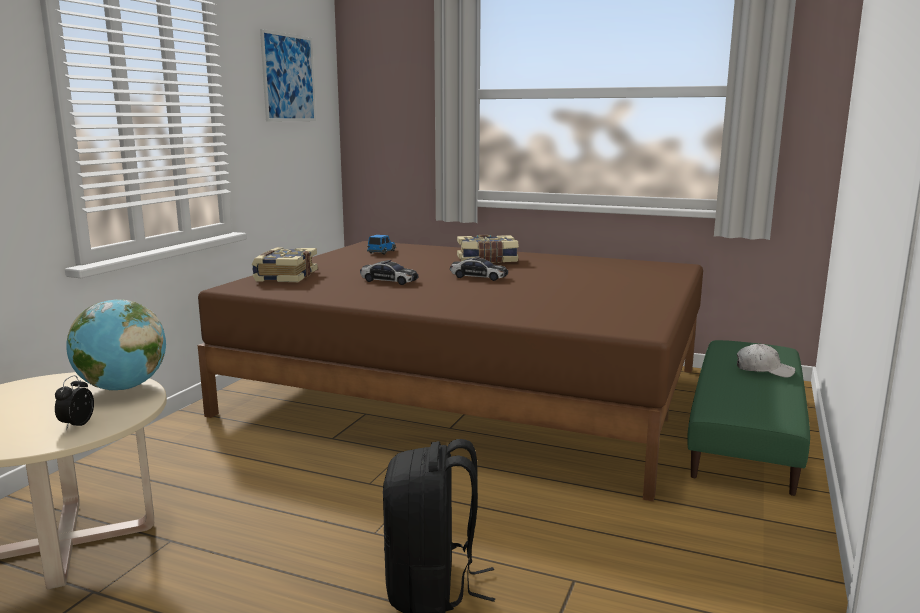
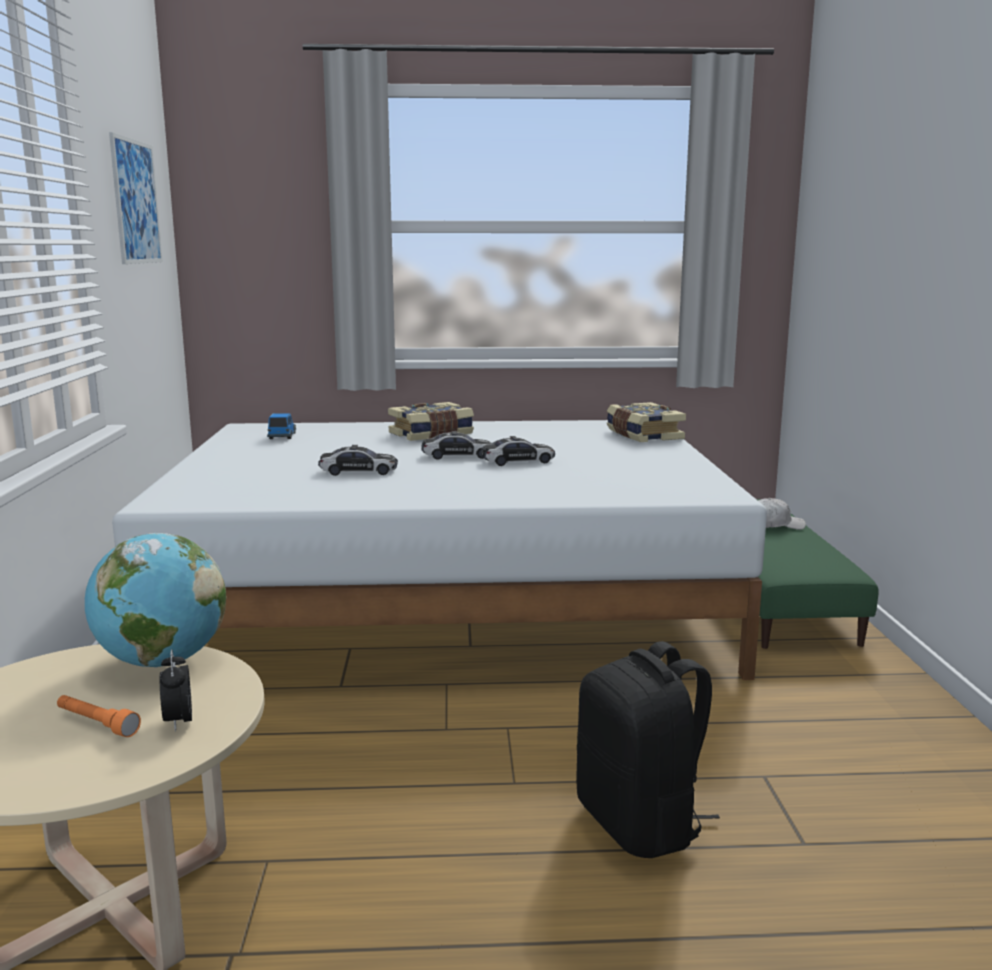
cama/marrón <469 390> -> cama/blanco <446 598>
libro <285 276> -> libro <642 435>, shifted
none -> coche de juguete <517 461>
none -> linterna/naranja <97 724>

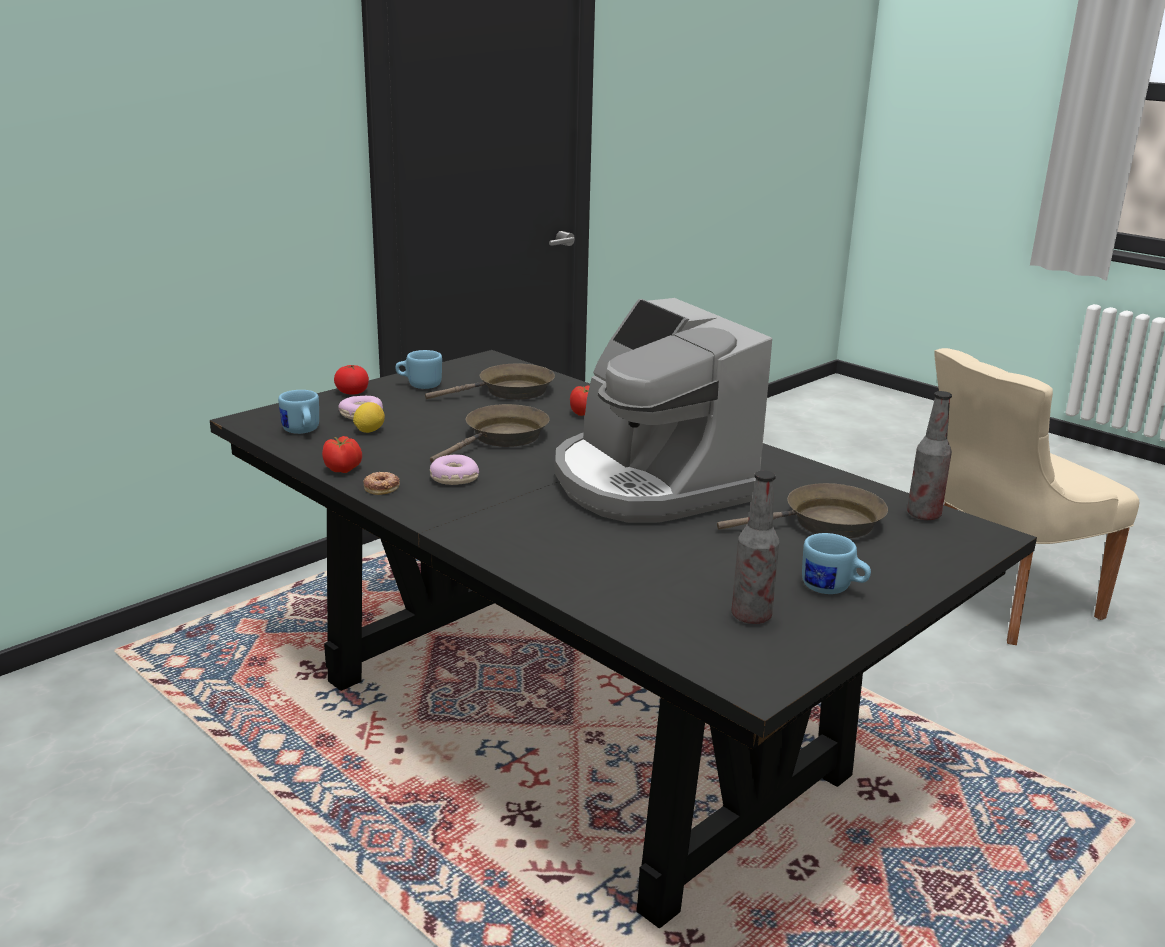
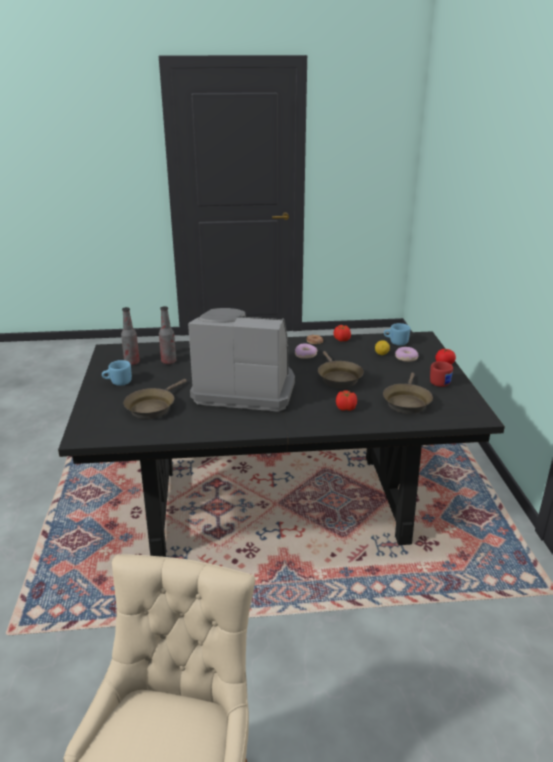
taza grande/azul <419 385> -> taza grande/rojo <441 382>
botella <923 515> -> botella <168 362>, shifted

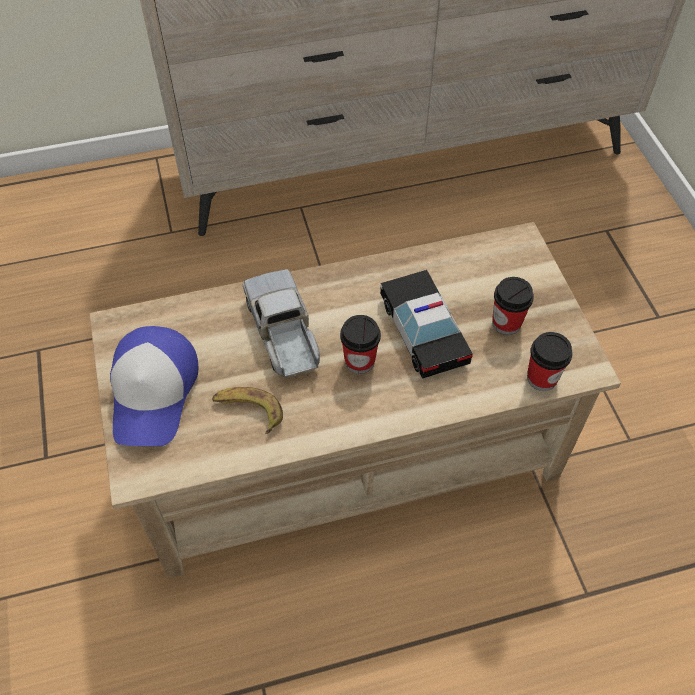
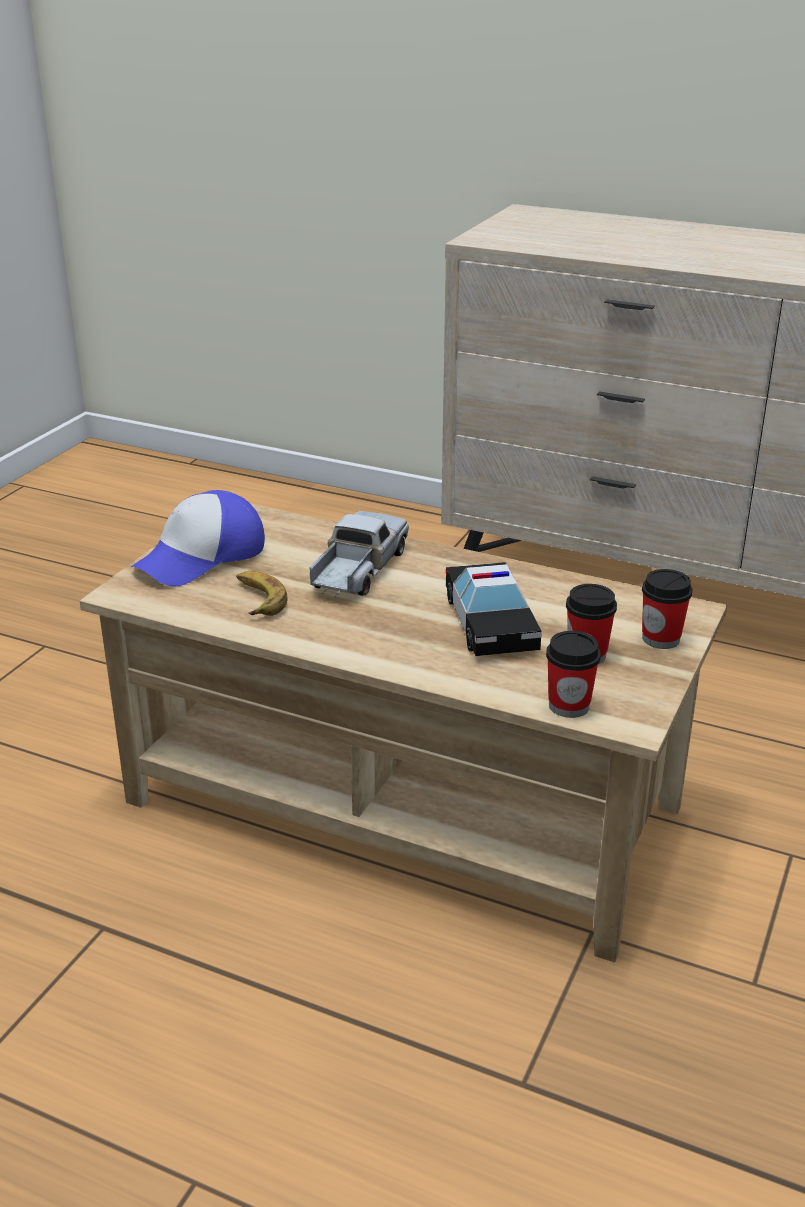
coche de juguete <423 331> -> coche de juguete <490 623>, 150 degrees clockwise
taza <359 361> -> taza <661 639>, shifted

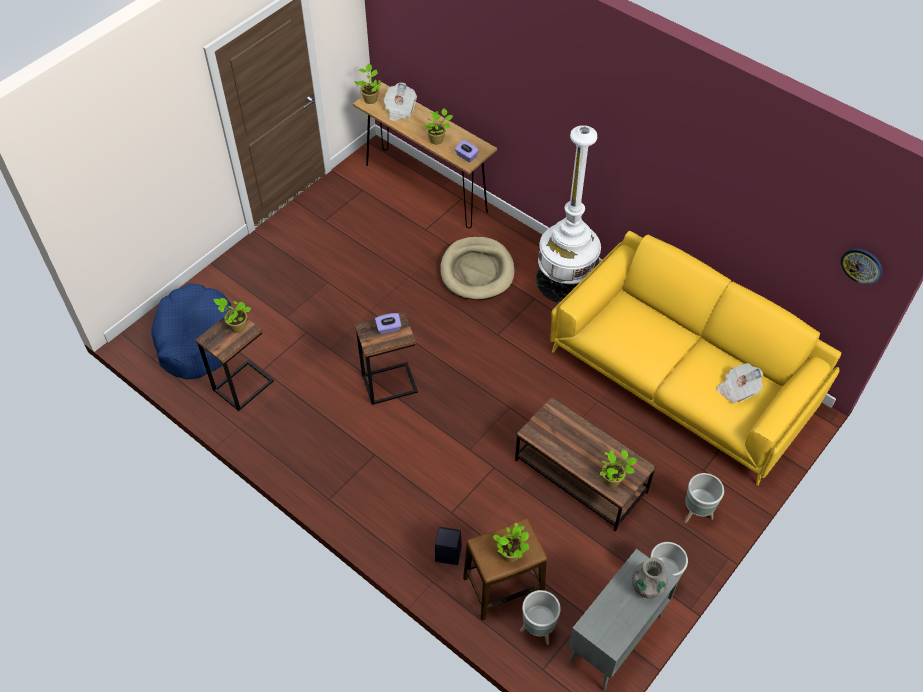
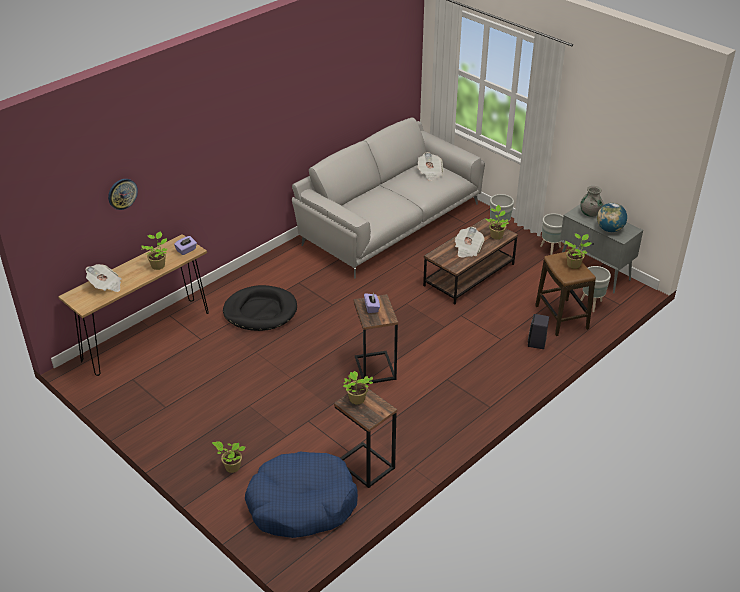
planta en maceta <370 99> -> planta en maceta <231 467>, shifted
lámpara de pie/blanco <566 280> -> none
sofá/amarillo <682 380> -> sofá/gris <389 222>
cama para perro/beis <477 271> -> cama para perro/negro <260 311>
reloj de pared <861 265> -> reloj de pared <122 193>, shifted
none -> globo terráqueo <609 229>
none -> periódico <467 249>

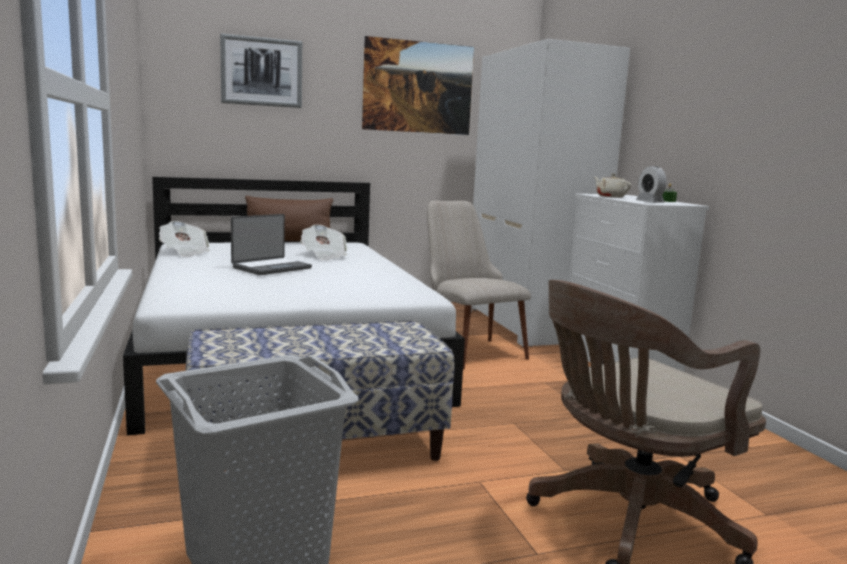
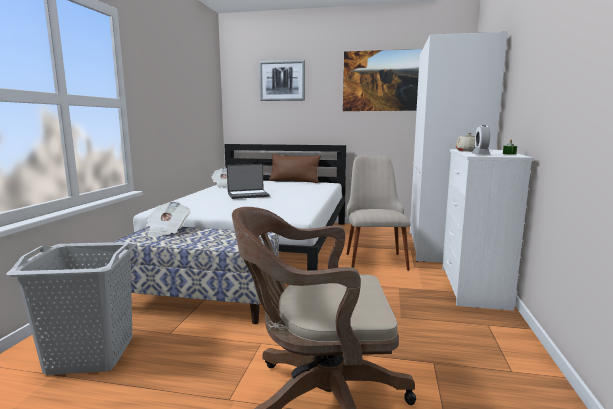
periódico <324 255> -> periódico <167 231>, shifted

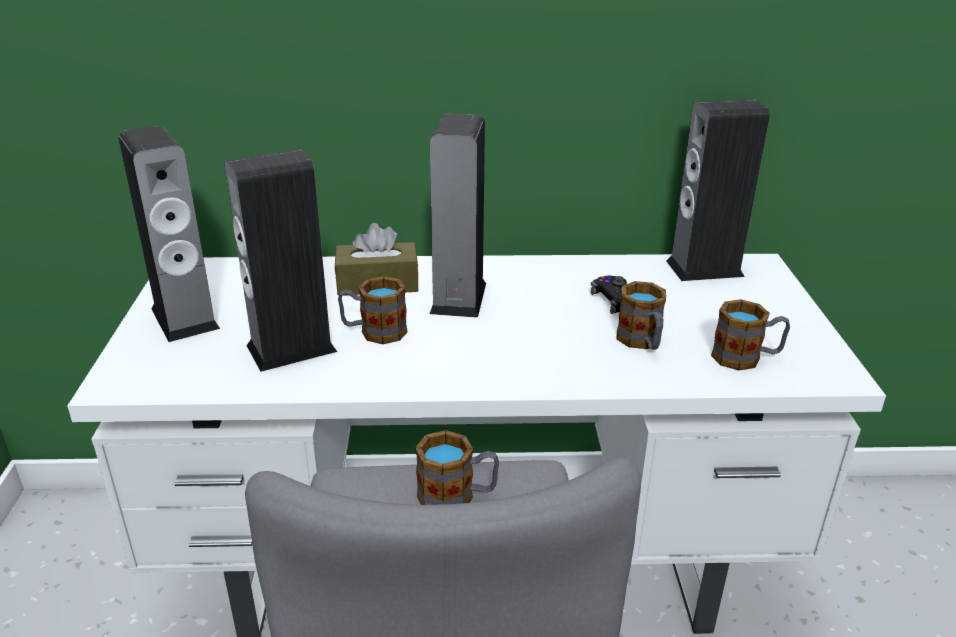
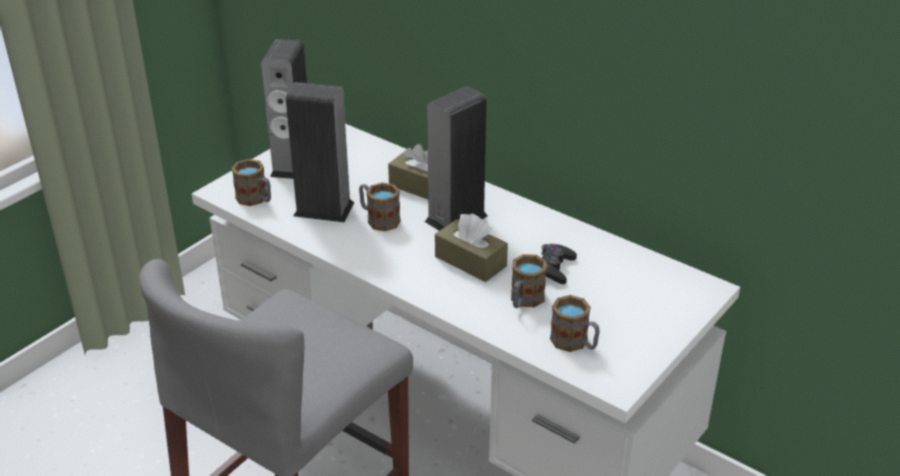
altavoz <704 268> -> none
taza grande <457 497> -> taza grande <256 199>, shifted
none -> caja de pañuelos/marrón <470 261>

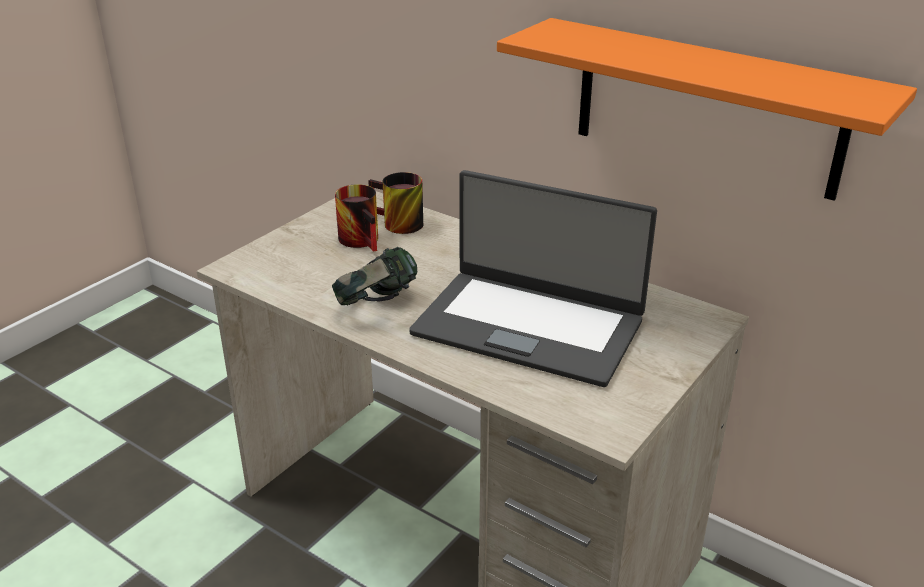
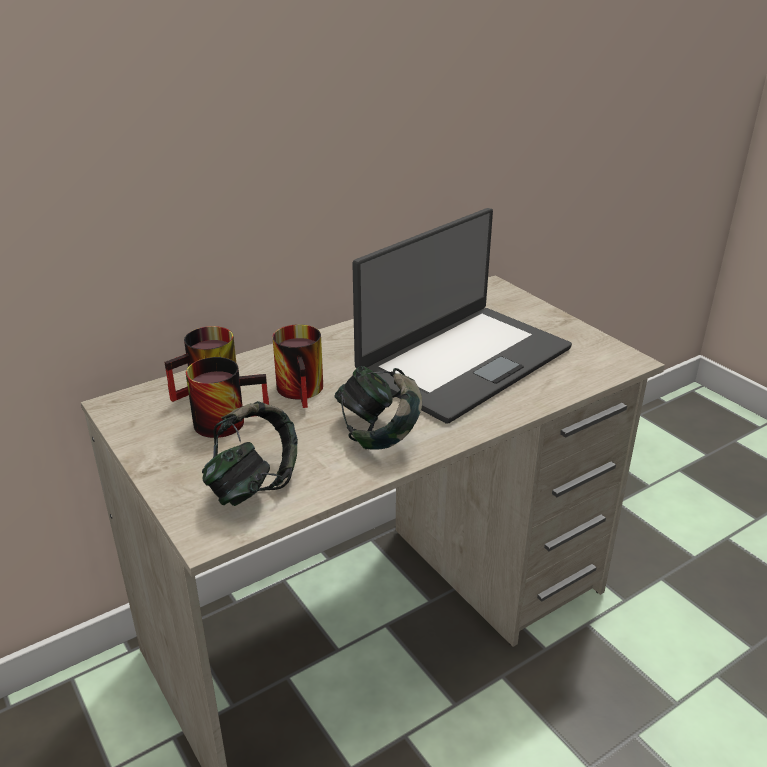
estante/naranja <706 108> -> none
none -> taza grande <305 391>
none -> auriculares <253 485>

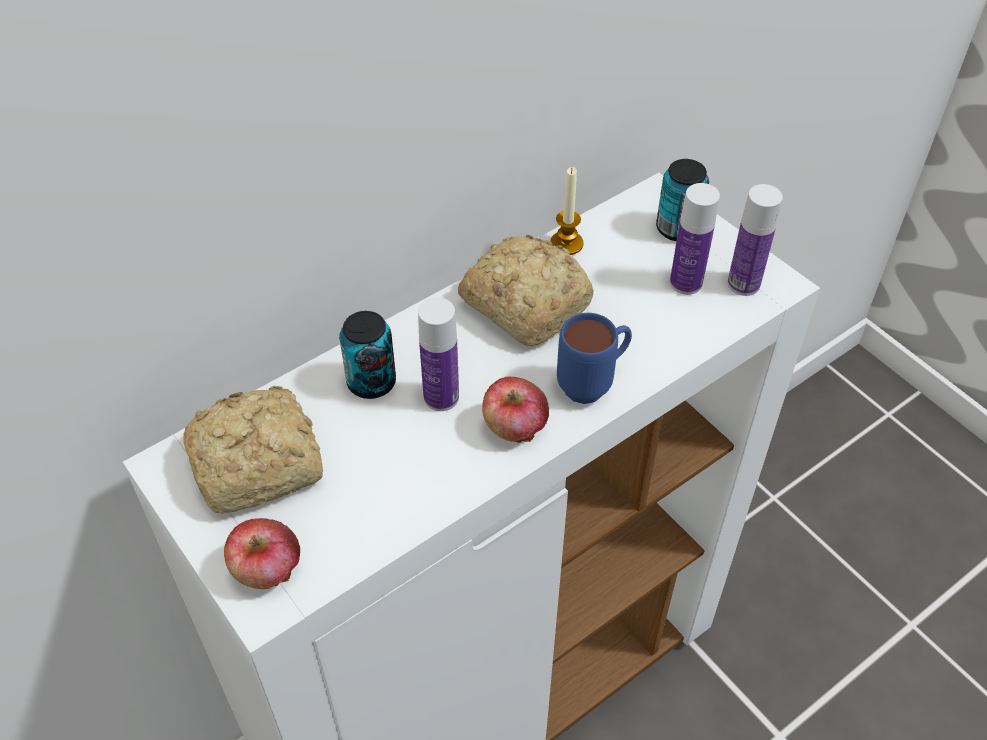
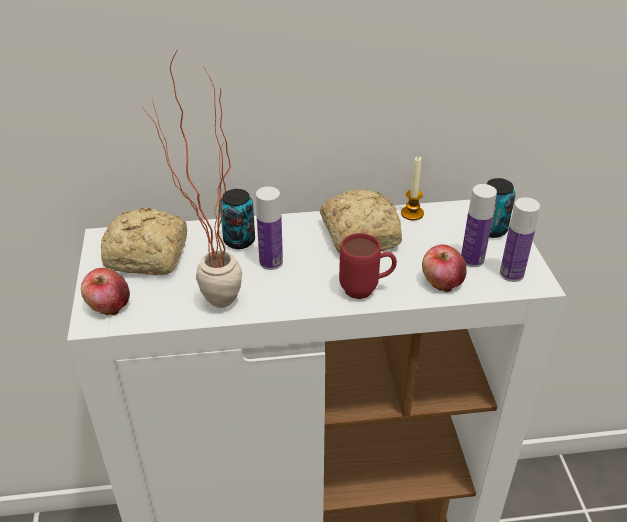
taza grande/azul <593 384> -> taza grande/rojo <366 290>
manzana <514 427> -> manzana <441 282>, shifted
none -> planta en maceta <207 303>

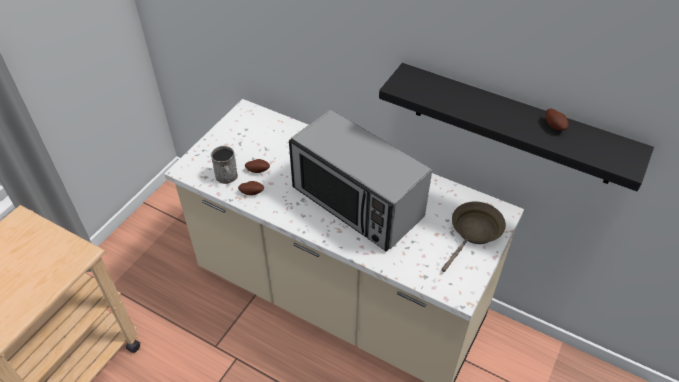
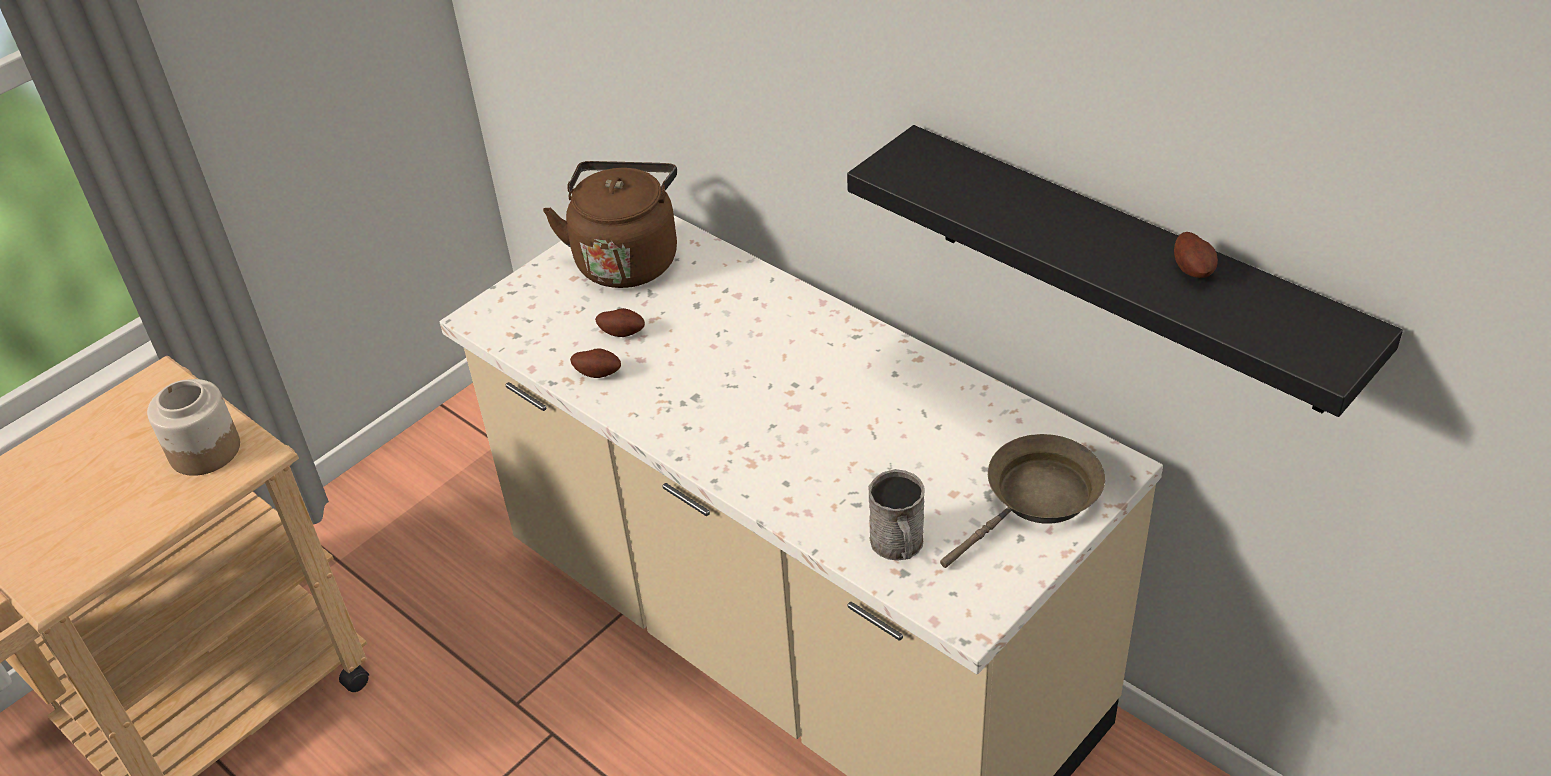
microondas <357 203> -> none
taza grande/gris <227 177> -> taza grande/gris <899 546>, shifted
none -> hervidor/marrón <627 259>
none -> tarro <204 450>

